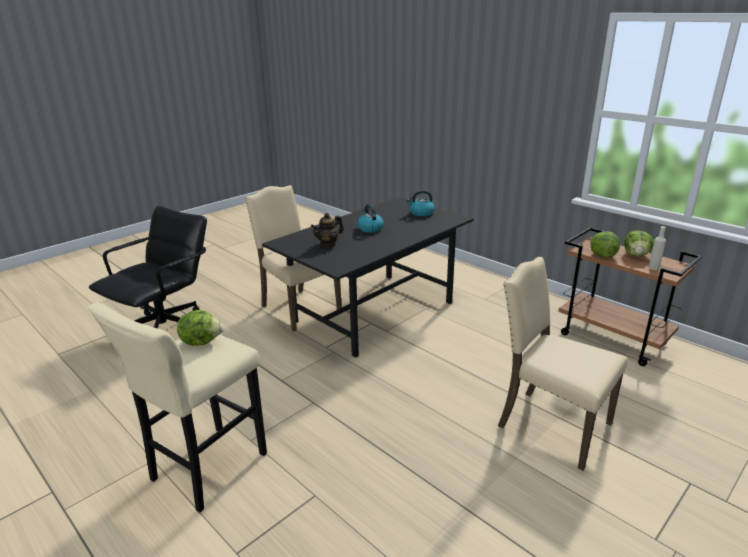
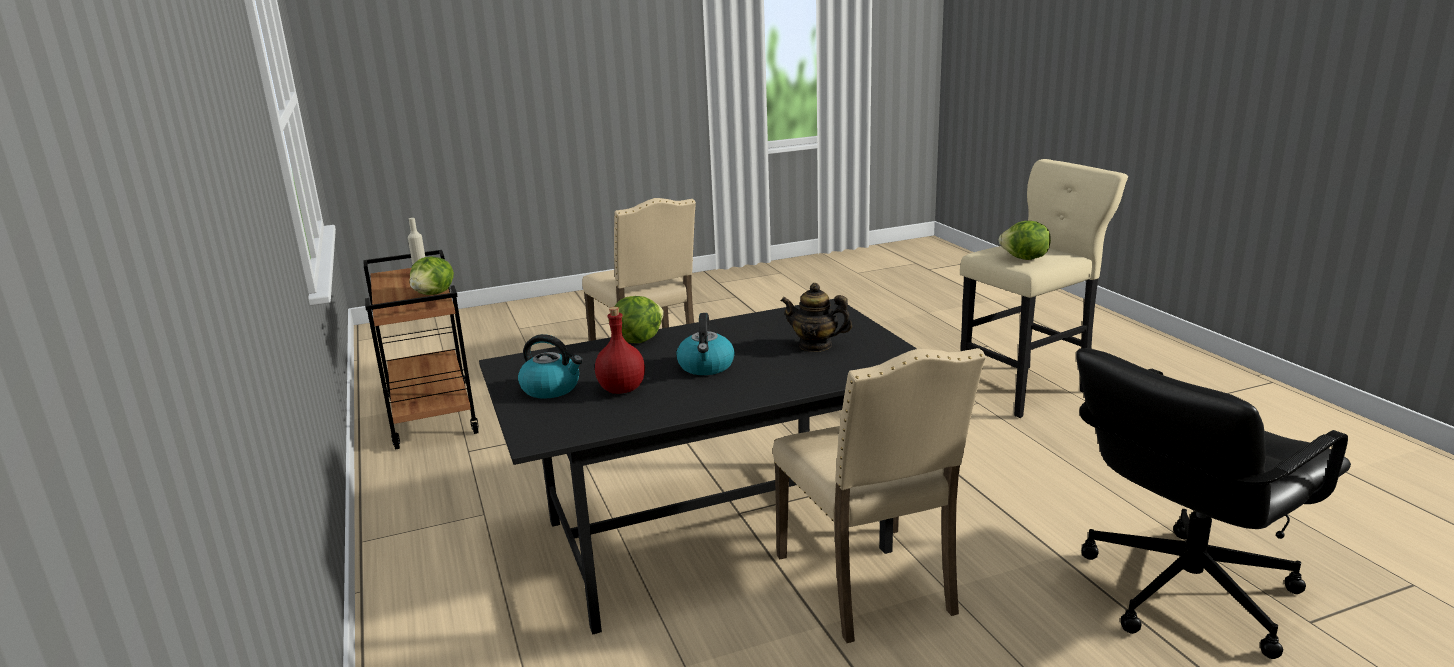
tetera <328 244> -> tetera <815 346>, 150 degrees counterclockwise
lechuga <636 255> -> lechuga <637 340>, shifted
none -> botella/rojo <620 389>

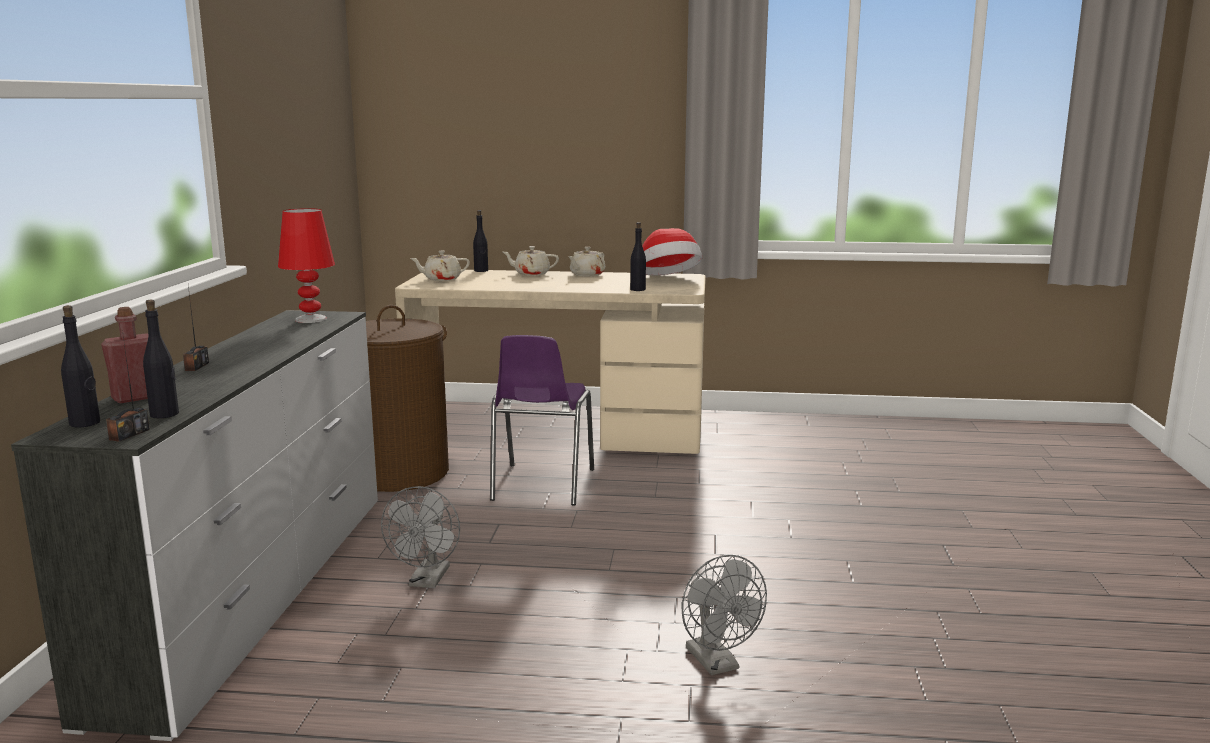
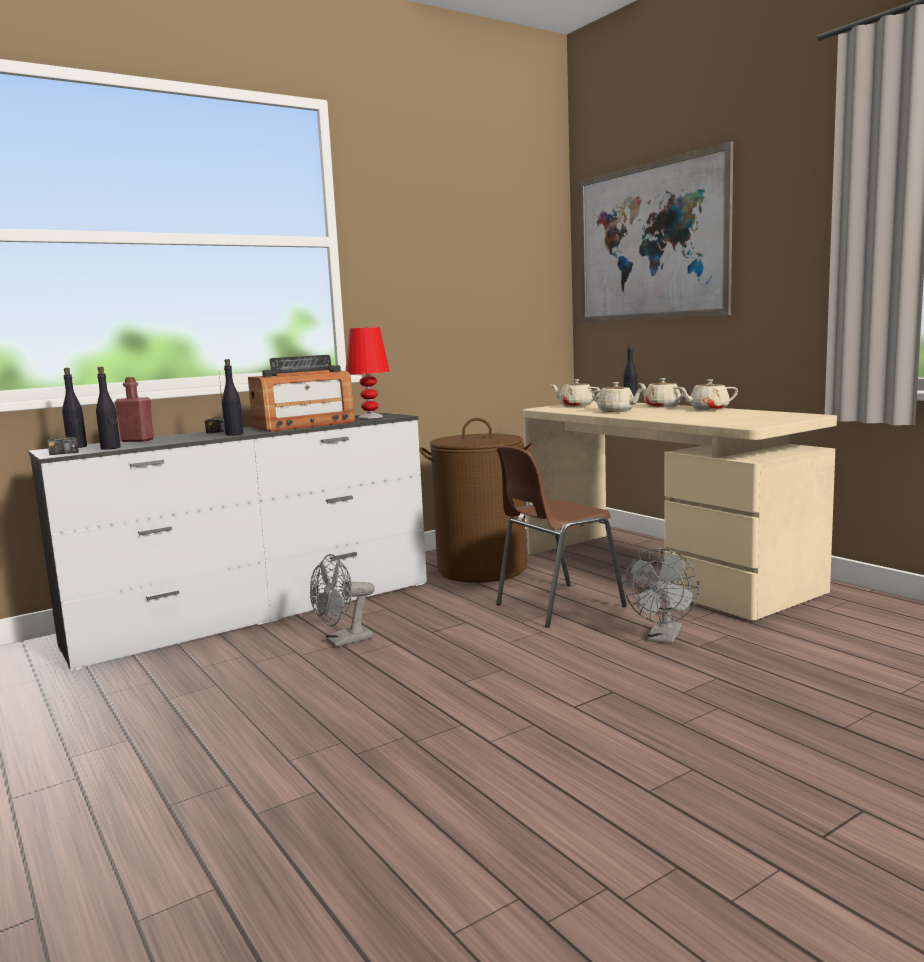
botella/negro <638 289> -> botella/negro <234 434>, shifted
sombrero <667 279> -> none
silla/morado <541 486> -> silla/marrón <556 606>
ventilador/gris <717 664> -> ventilador/gris <663 638>, shifted
none -> cuadro <650 242>
none -> radio <304 425>
none -> tetera/beis <617 411>

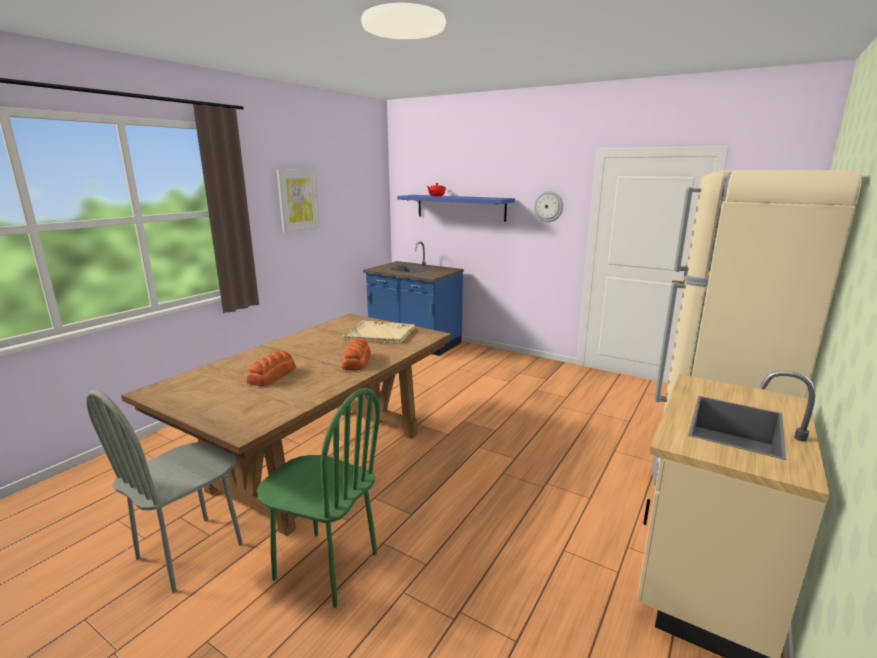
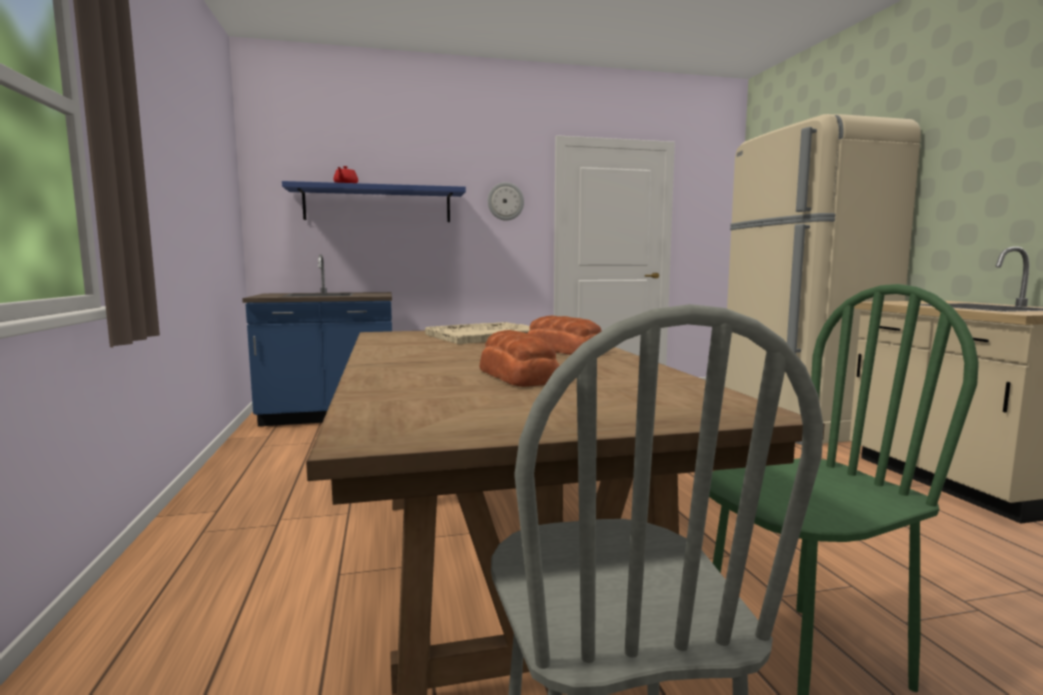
cuadro <298 200> -> none

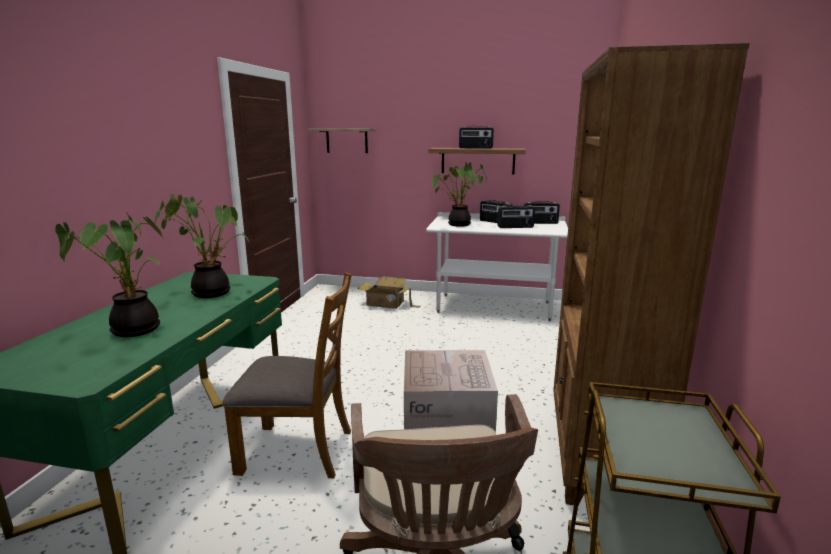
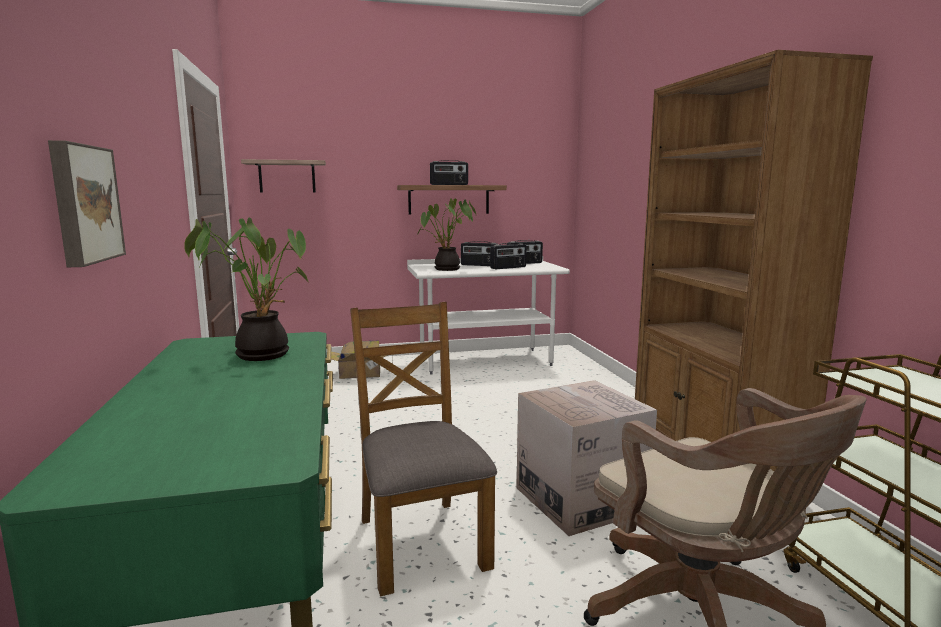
planta en maceta <131 330> -> none
silla/marrón <298 450> -> silla/marrón <420 542>, 90 degrees counterclockwise
none -> cuadro <83 204>

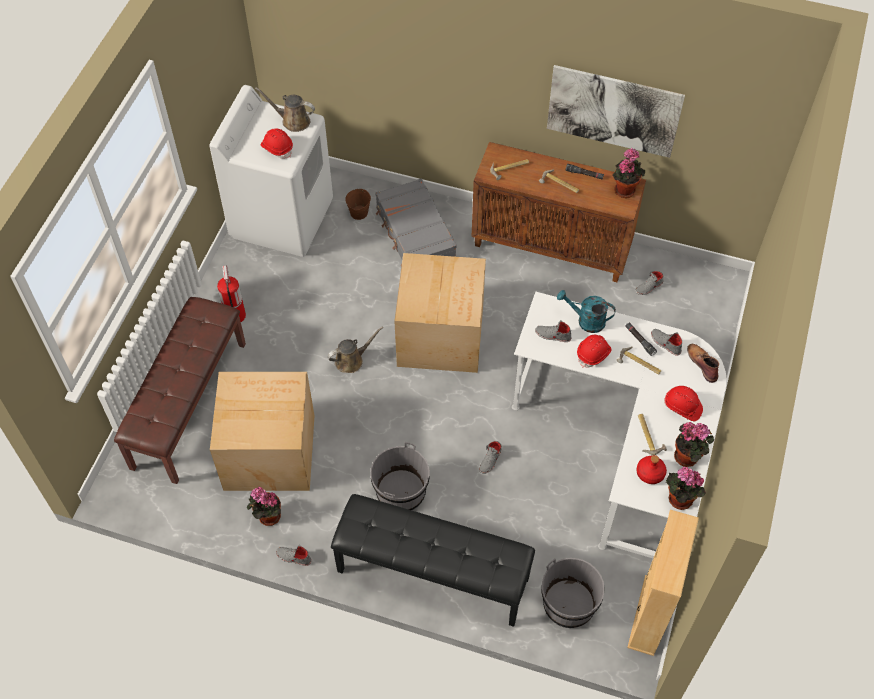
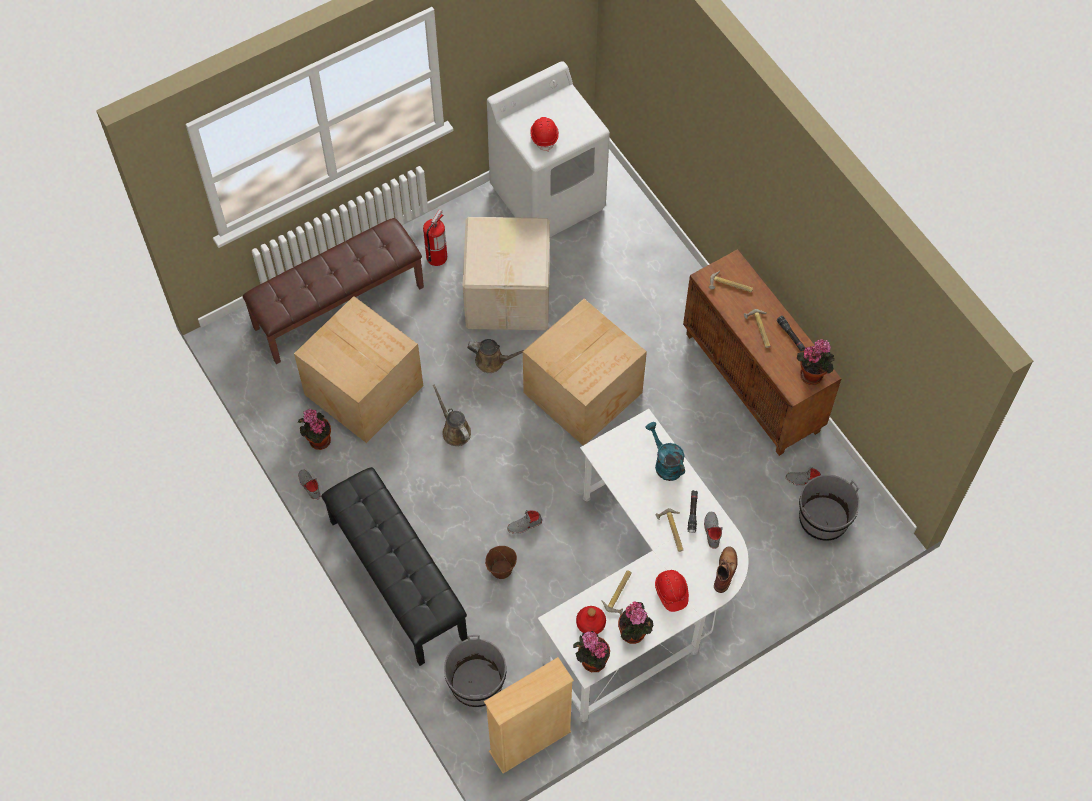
cuadro <613 111> -> none
regadera/marrón <293 121> -> regadera/marrón <454 430>, shifted
maleta/gris <415 234> -> none
cubo/marrón <359 213> -> cubo/marrón <501 569>, shifted
zapato/gris <552 335> -> none
casco/rojo <593 354> -> none
cubo/gris <401 492> -> cubo/gris <823 519>, shifted
none -> caja de cartón <509 294>

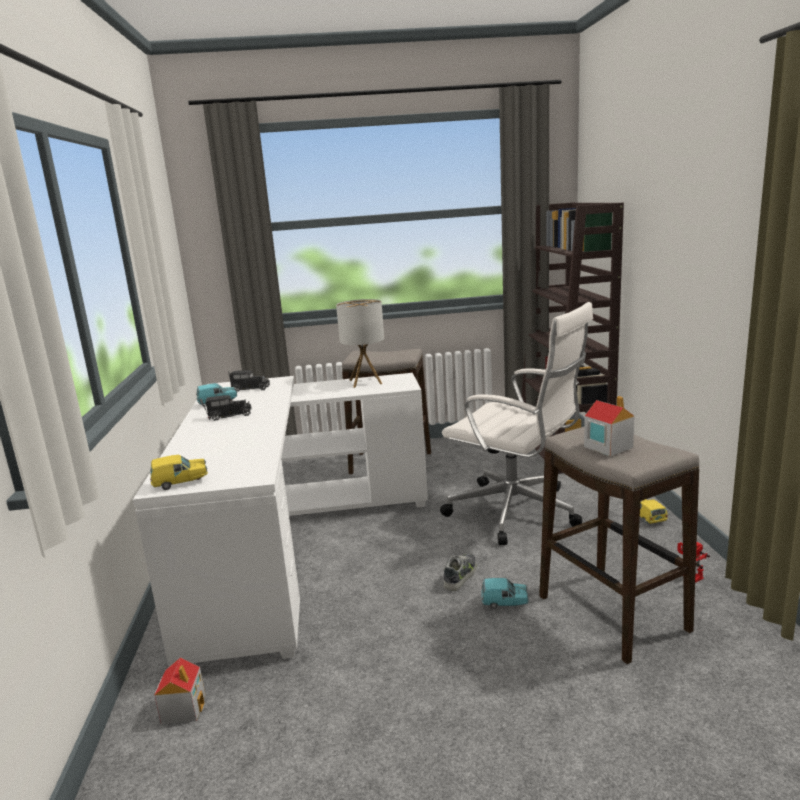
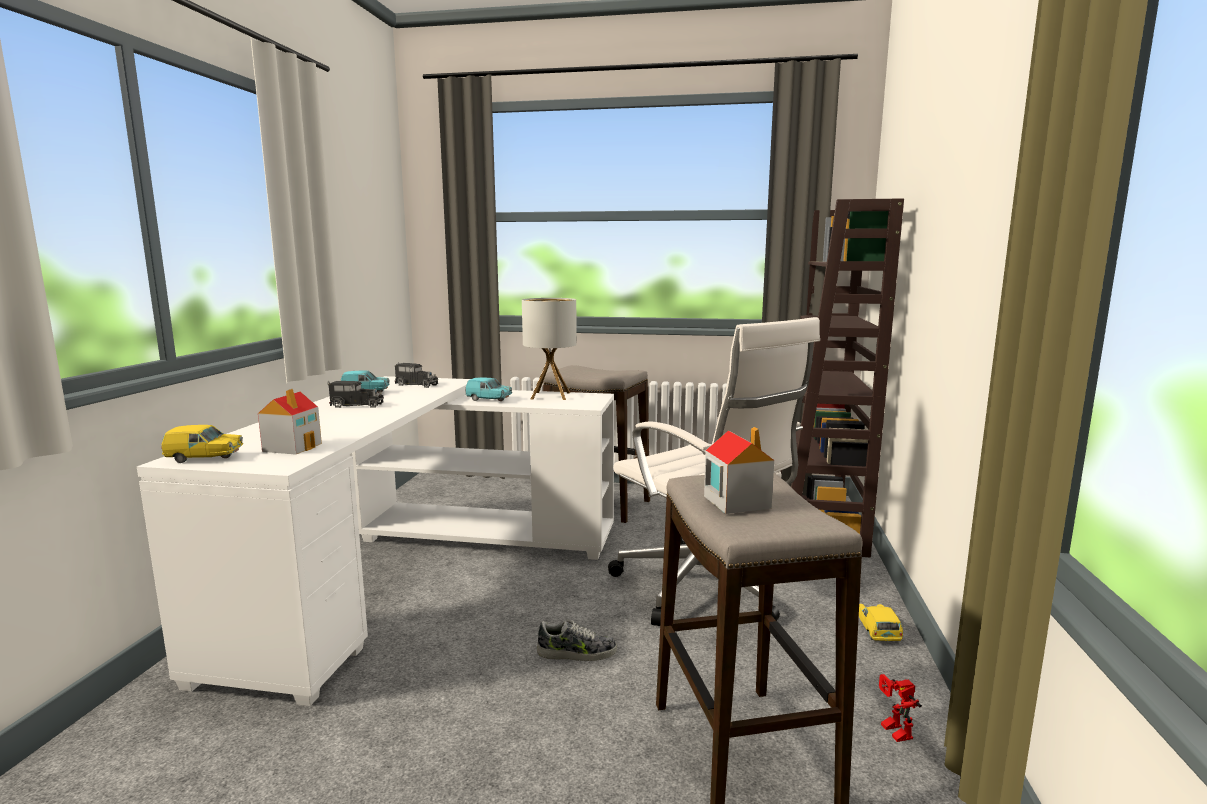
zapato <461 576> -> zapato <577 653>, 45 degrees clockwise
coche de juguete/turquesa <504 602> -> coche de juguete/turquesa <489 400>, shifted
casita <183 708> -> casita <293 447>, shifted

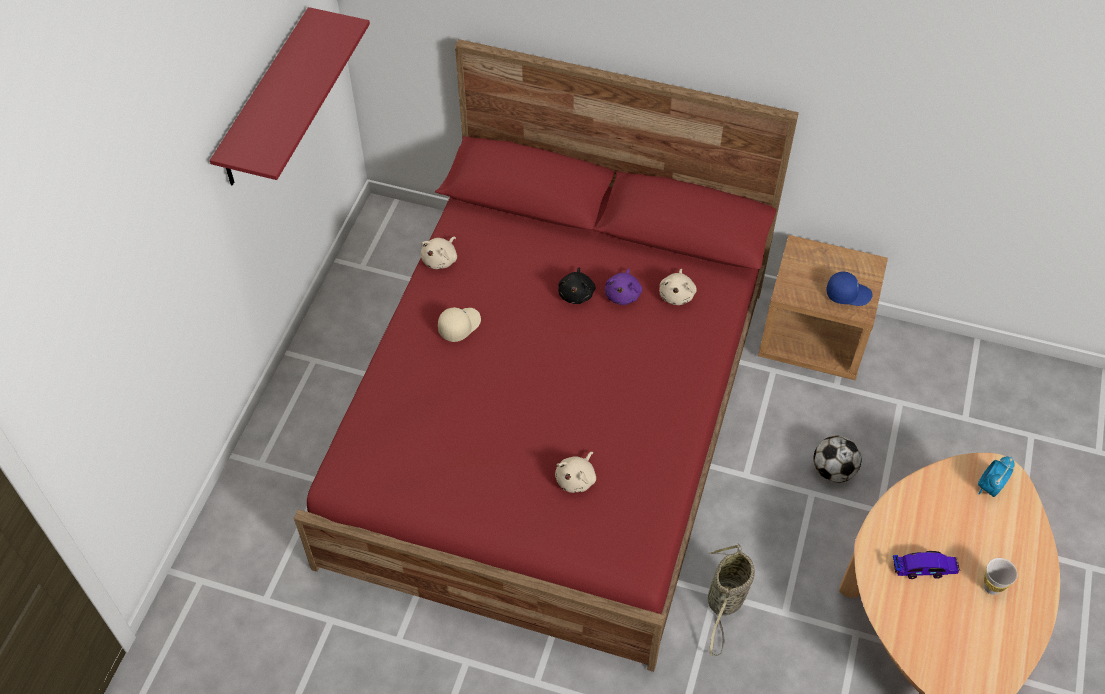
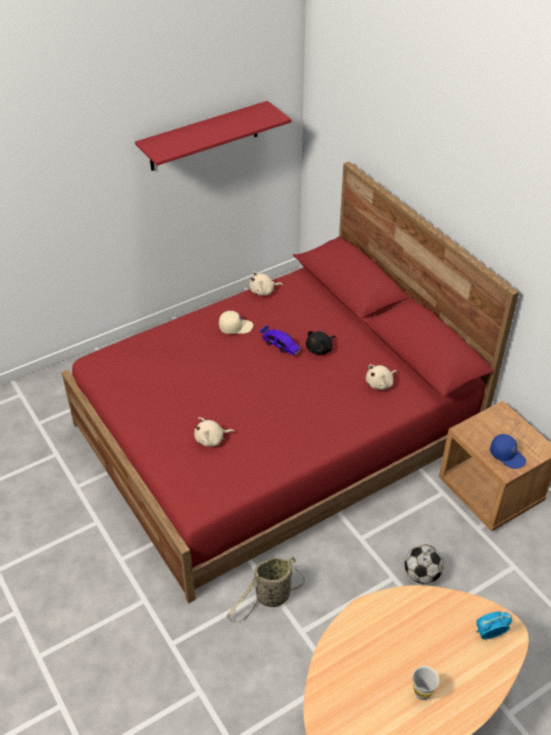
peluche/morado <623 294> -> none
coche de juguete <924 568> -> coche de juguete <280 345>, shifted

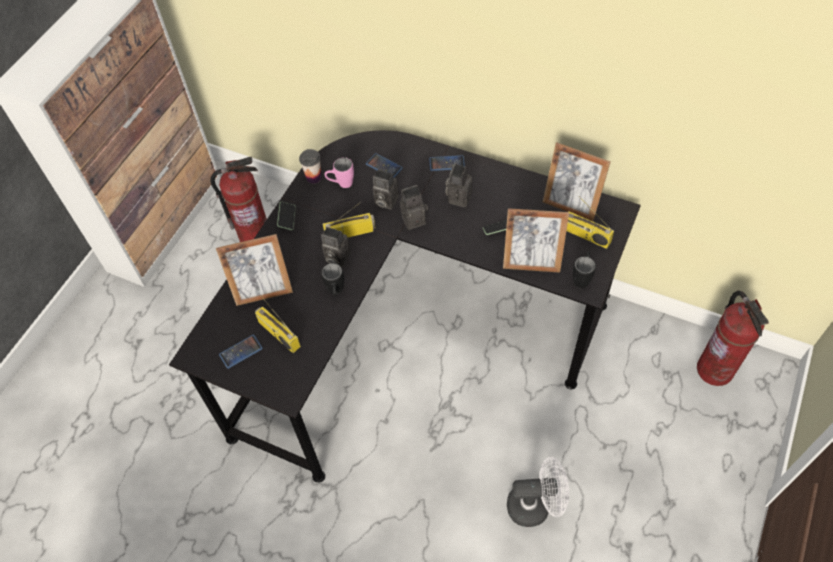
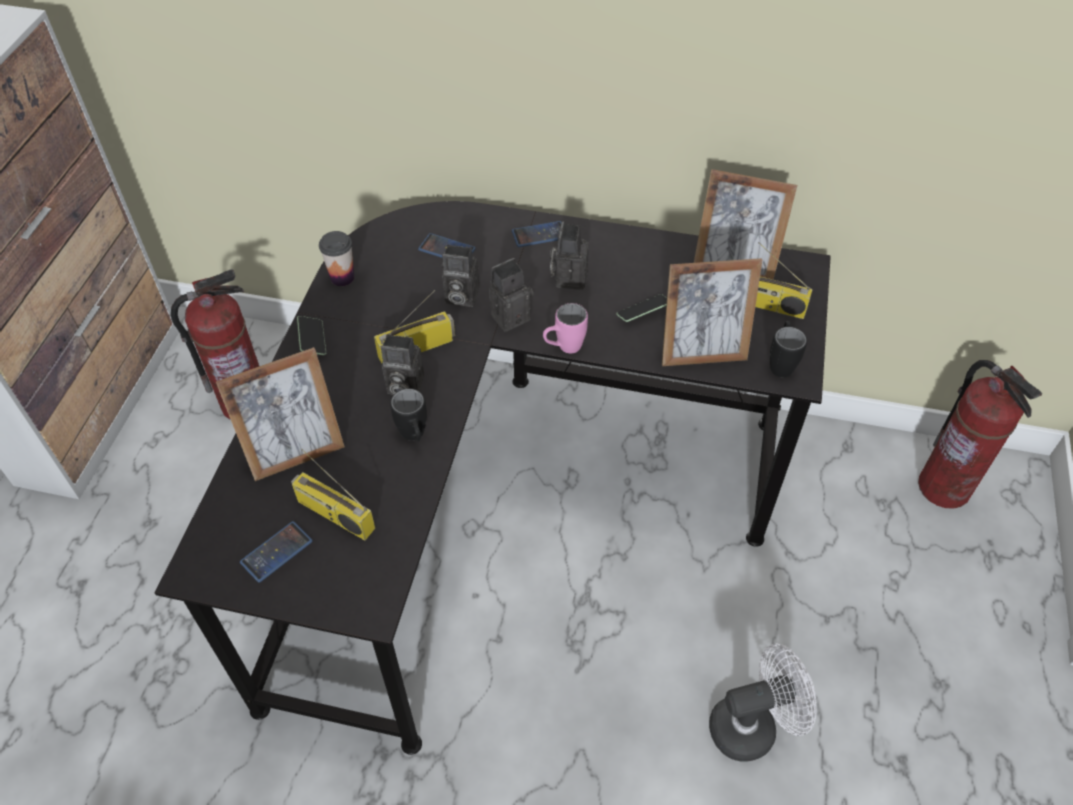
taza grande/rosa <341 184> -> taza grande/rosa <563 348>, shifted

